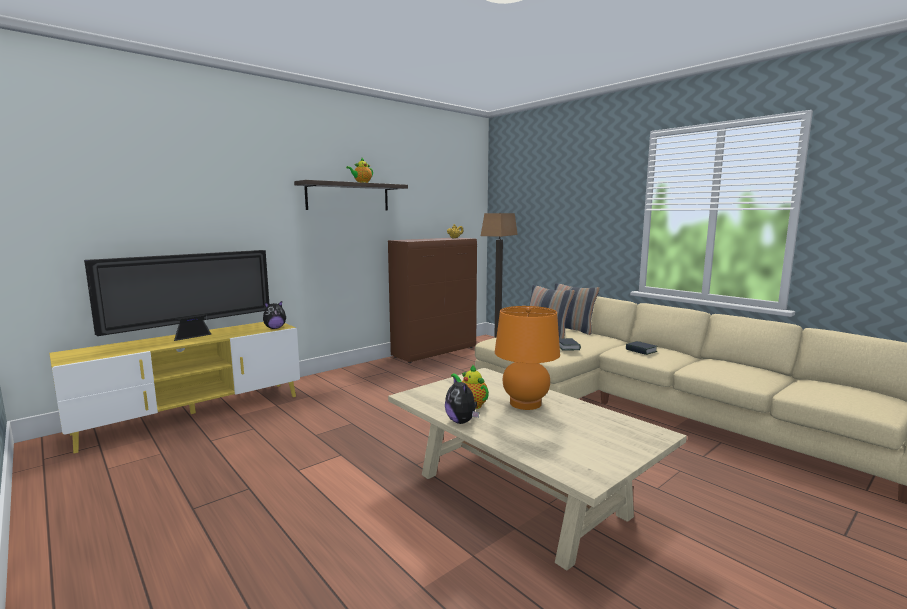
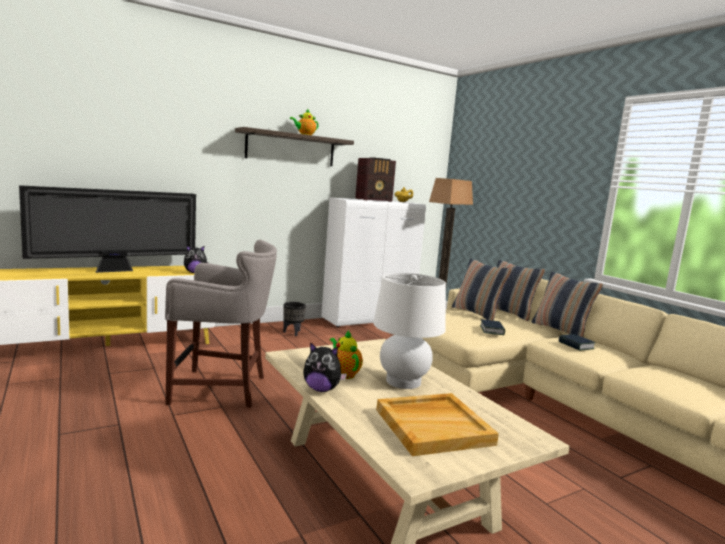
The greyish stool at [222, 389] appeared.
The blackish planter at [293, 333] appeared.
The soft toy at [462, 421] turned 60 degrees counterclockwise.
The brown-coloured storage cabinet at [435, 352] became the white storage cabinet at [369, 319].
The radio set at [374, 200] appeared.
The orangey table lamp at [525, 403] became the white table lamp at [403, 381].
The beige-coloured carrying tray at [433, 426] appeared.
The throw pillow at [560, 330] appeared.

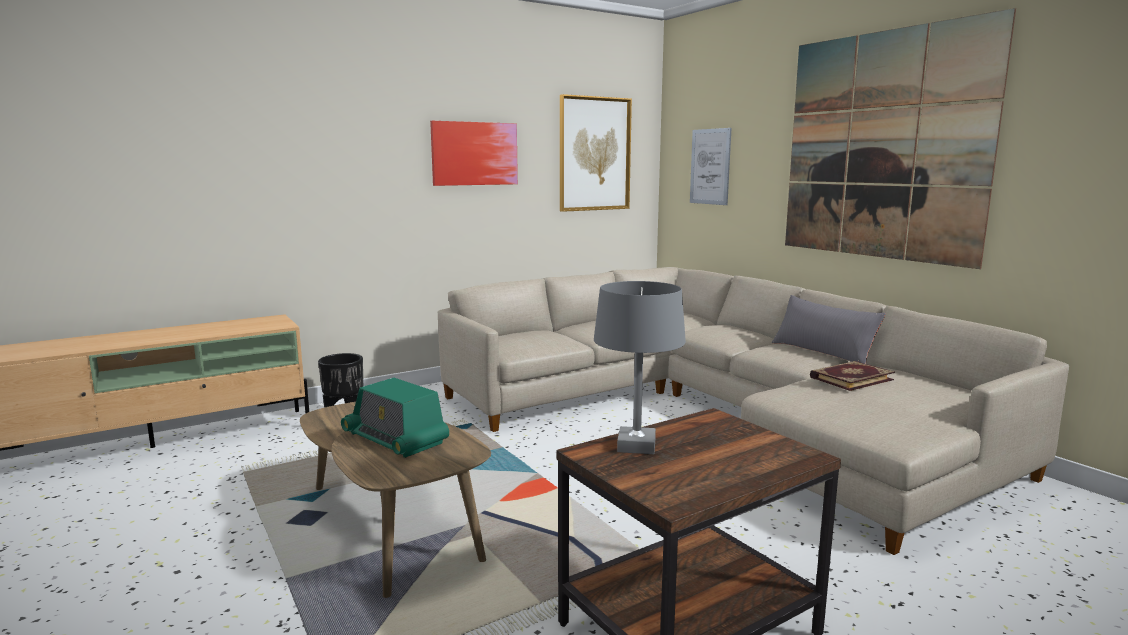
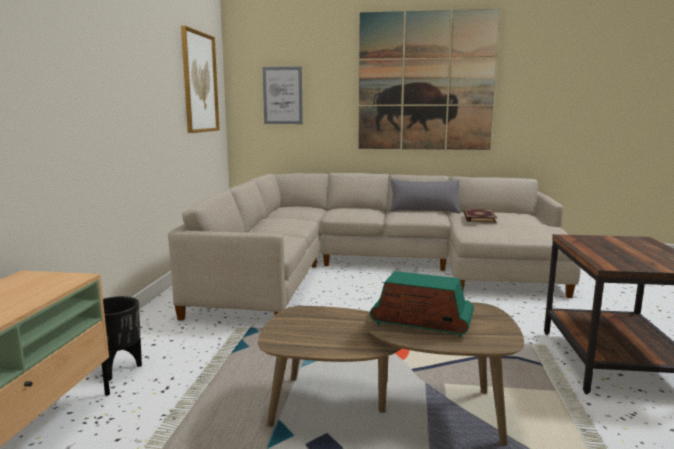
The radio set at [395, 439] turned 150 degrees counterclockwise.
The wall art at [474, 153] disappeared.
The greyish table lamp at [636, 446] disappeared.

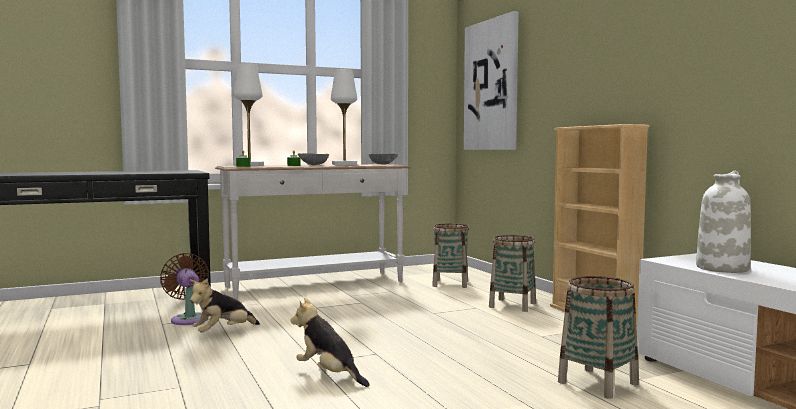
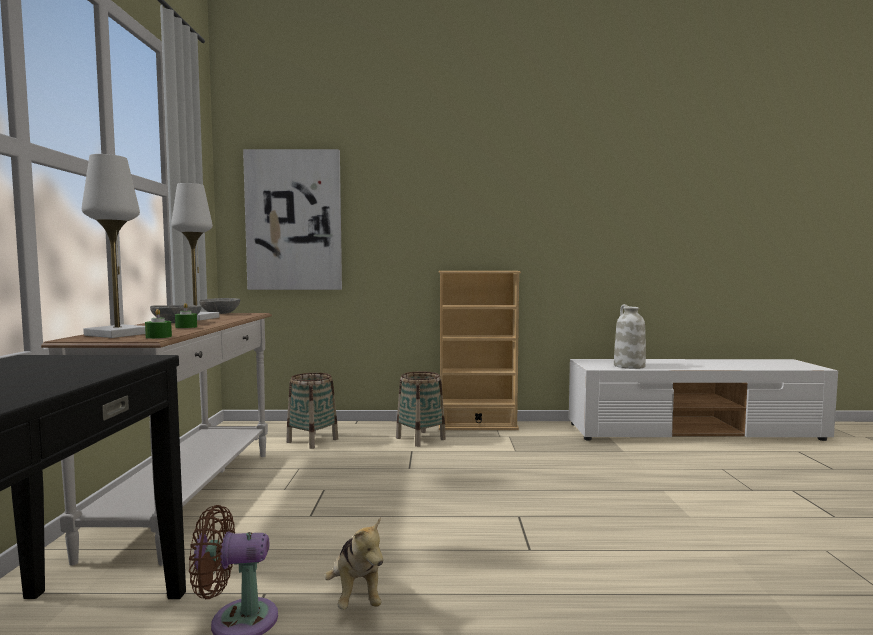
The soft toy at [329, 374] disappeared.
The storage basket at [598, 383] disappeared.

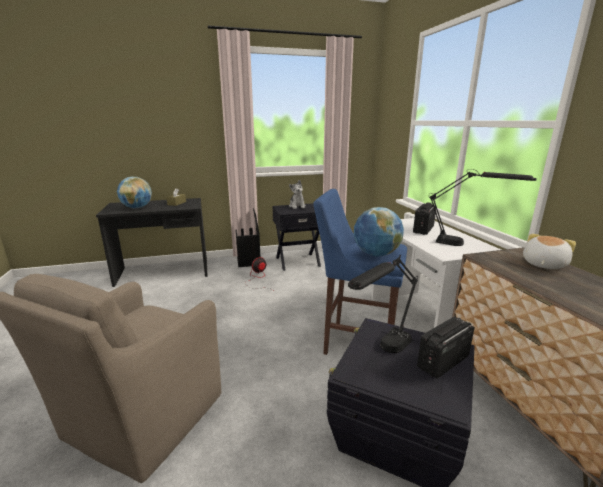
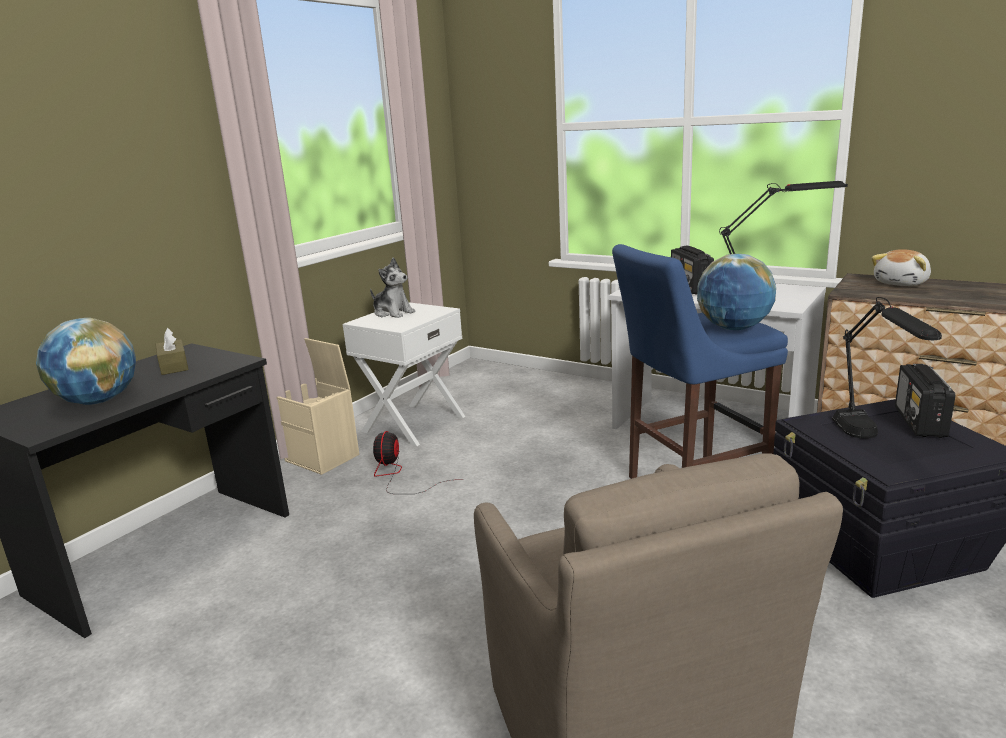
The blackish storage box at [249, 261] became the beige-coloured storage box at [324, 458].
The blackish night table at [297, 261] became the white night table at [413, 423].
The soft toy at [543, 264] turned 135 degrees counterclockwise.

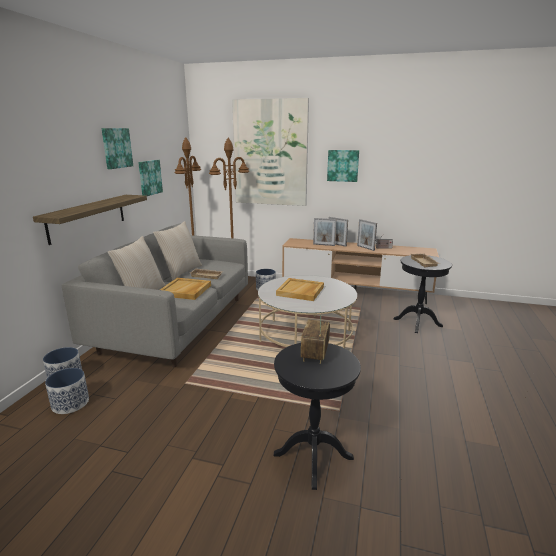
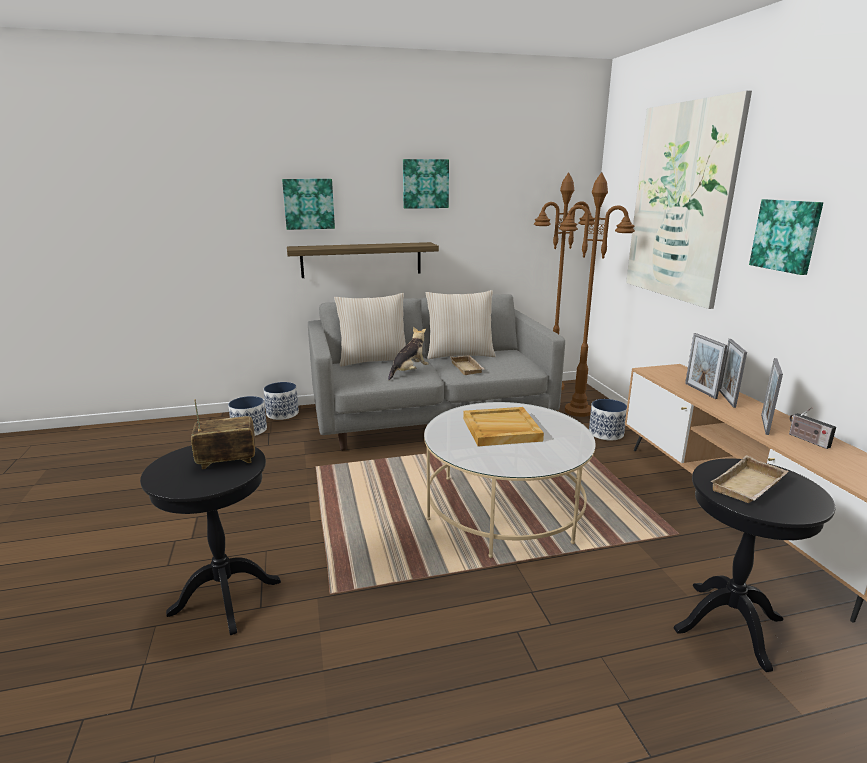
The wall art moved from [149, 177] to [308, 204].
The beige-coloured carrying tray at [185, 290] was replaced by the soft toy at [409, 372].

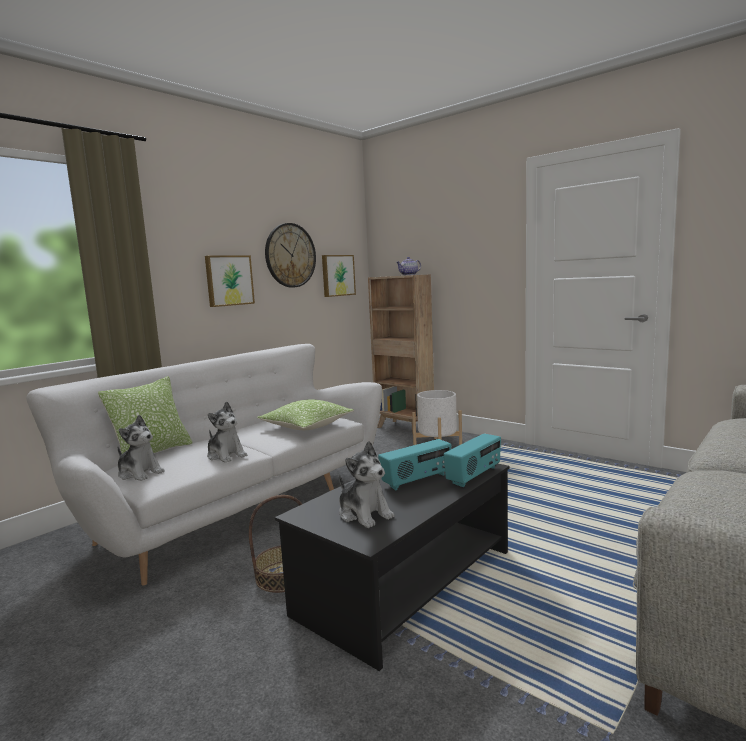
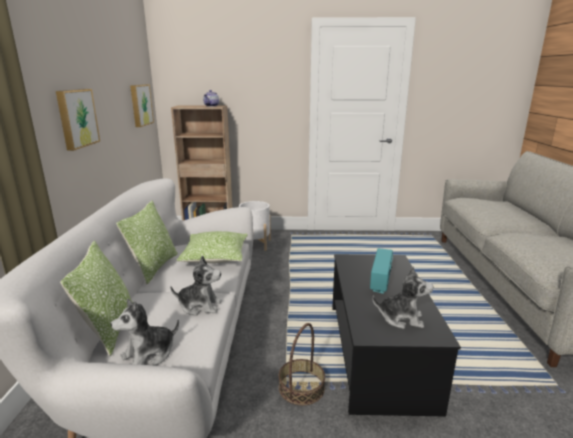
The soft toy at [140, 473] turned 150 degrees clockwise.
The throw pillow at [154, 267] appeared.
The hanging clock at [290, 255] disappeared.
The radio set at [474, 476] disappeared.

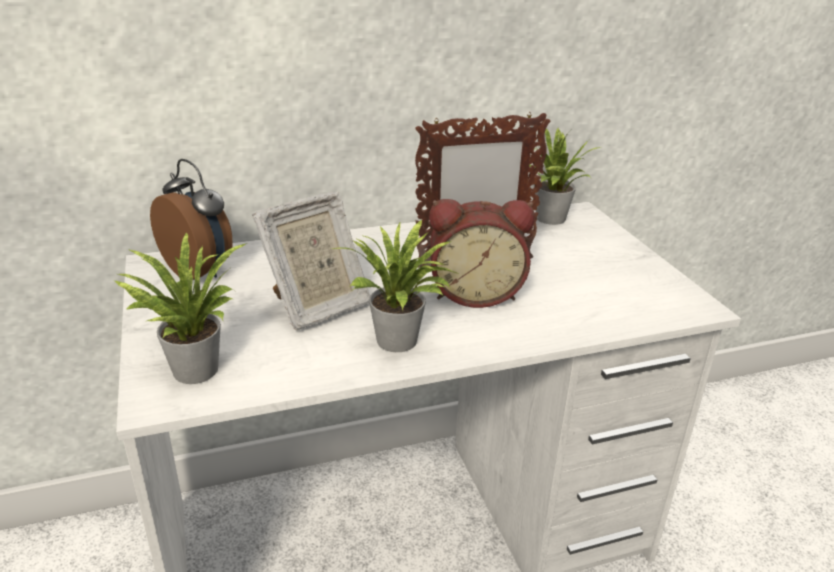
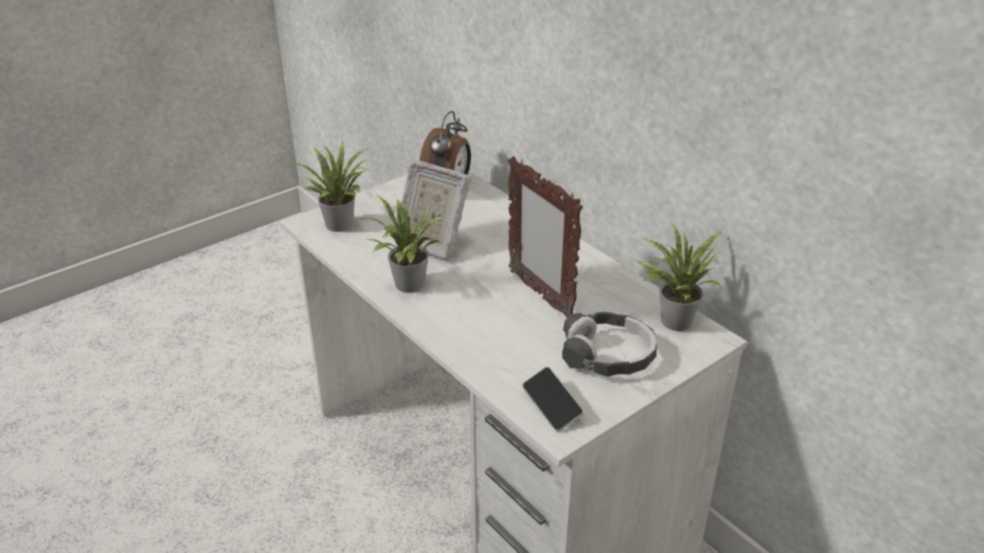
The phone at [552, 406] appeared.
The headphones at [608, 355] appeared.
The table clock at [474, 293] disappeared.

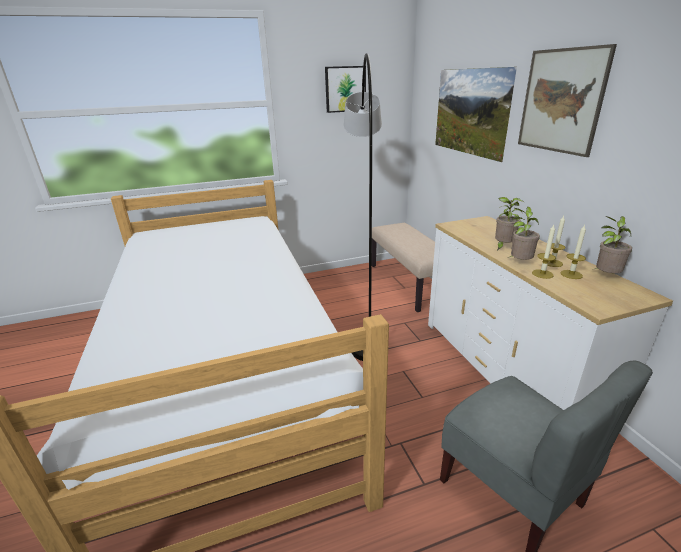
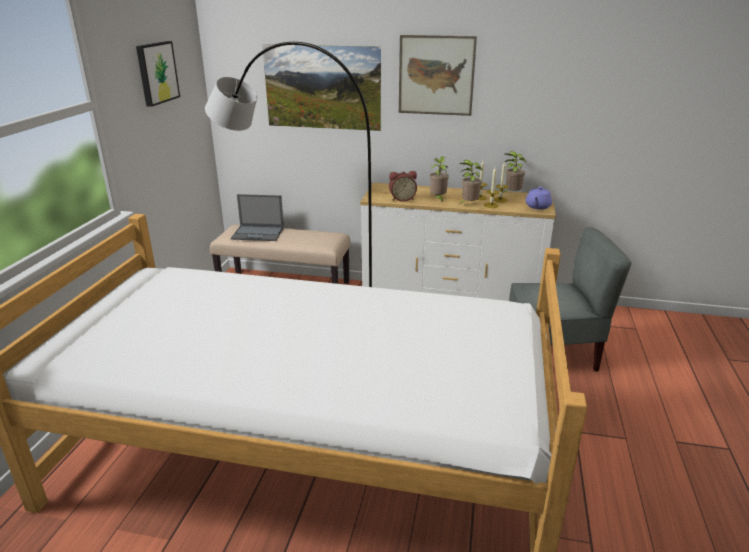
The laptop at [258, 233] appeared.
The table clock at [402, 199] appeared.
The purple tea pot at [537, 207] appeared.

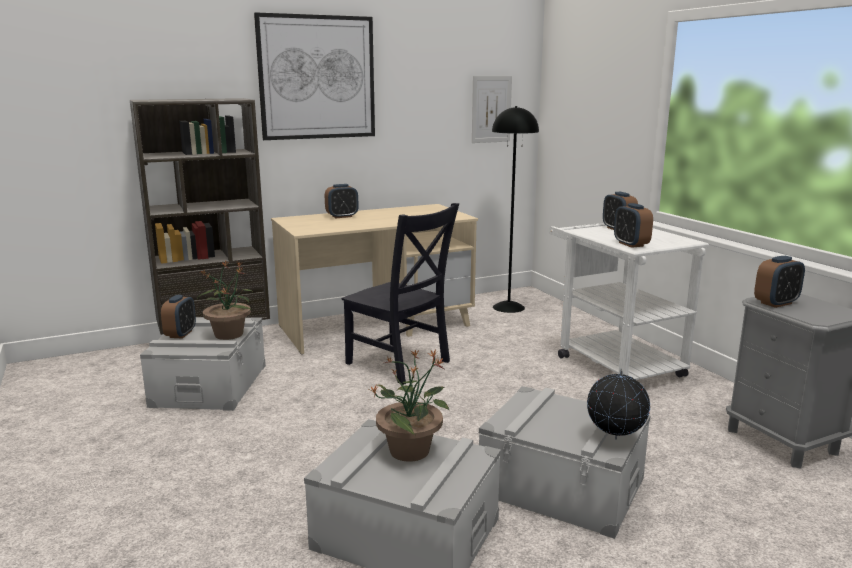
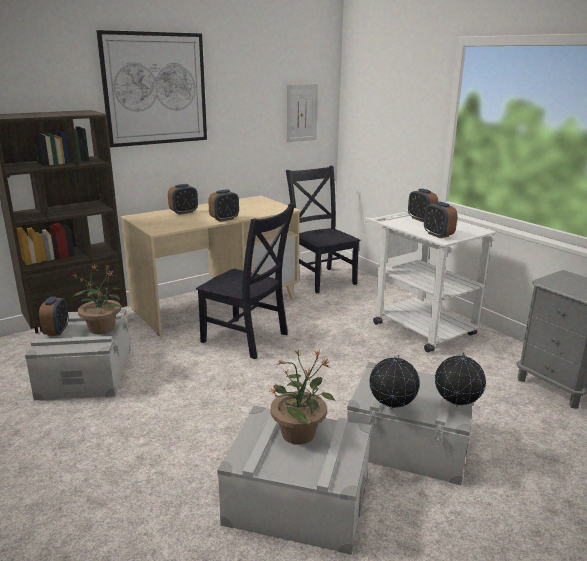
The table clock moved from [776, 303] to [224, 219].
The blackish floor lamp at [508, 307] was replaced by the blackish upright chair at [321, 279].
The world globe at [392, 409] appeared.

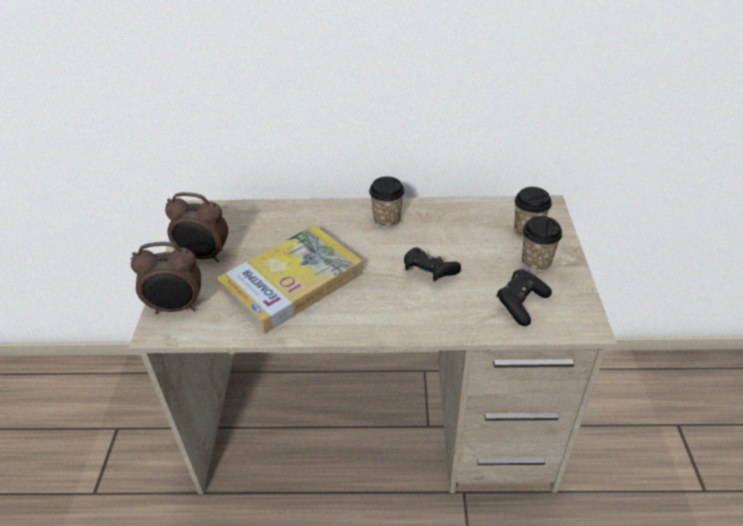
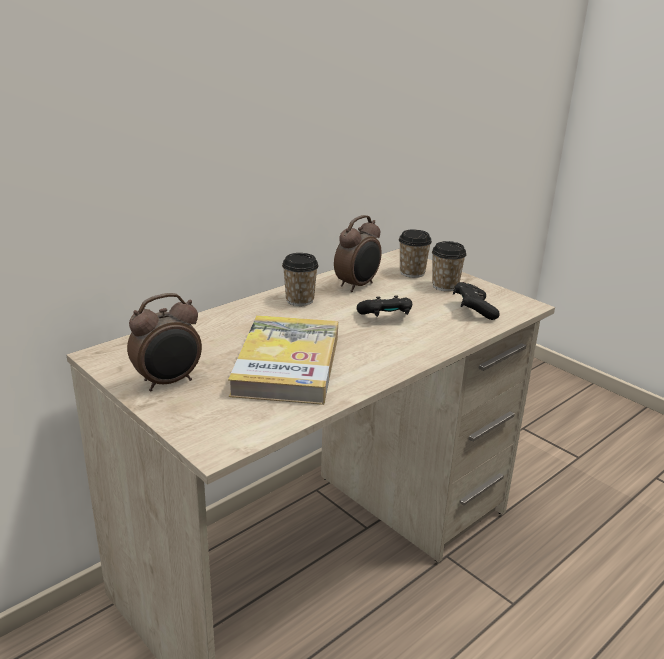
The table clock moved from [177, 307] to [357, 286].

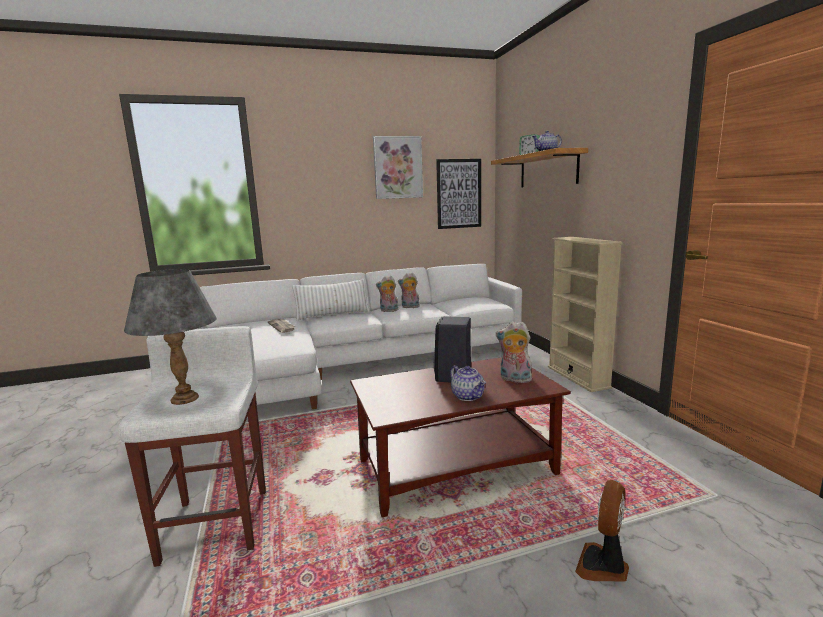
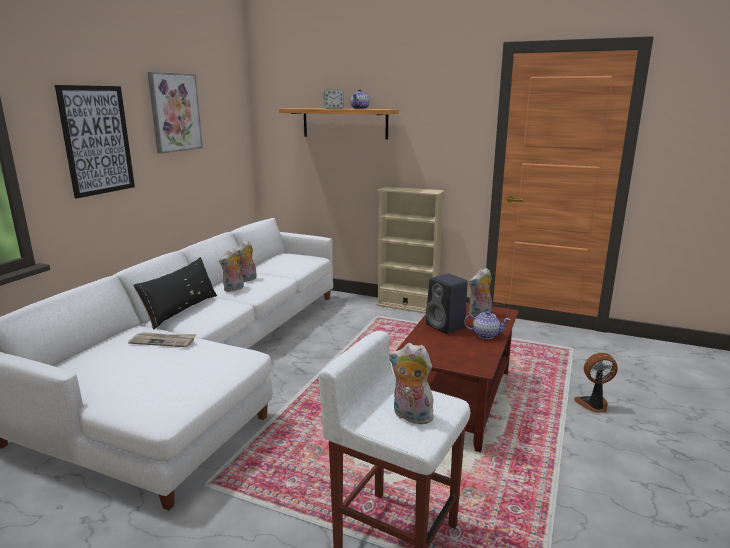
The wall art moved from [459, 194] to [97, 140].
The white throw pillow at [333, 315] became the blackish throw pillow at [181, 310].
The greyish table lamp at [185, 399] was replaced by the soft toy at [410, 416].
The fan at [603, 566] turned 105 degrees clockwise.

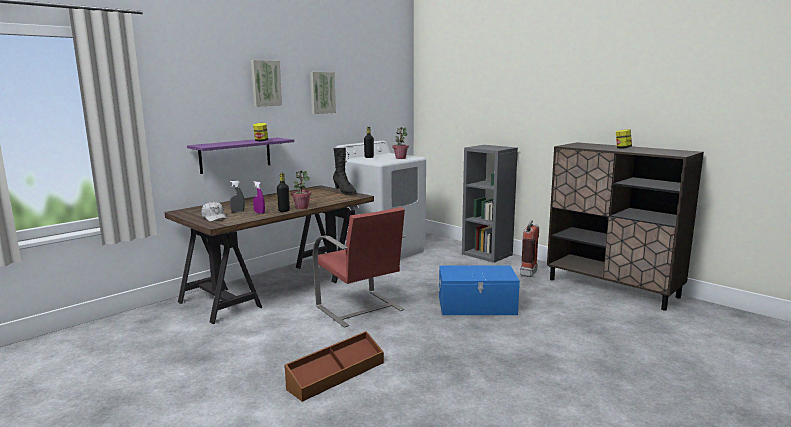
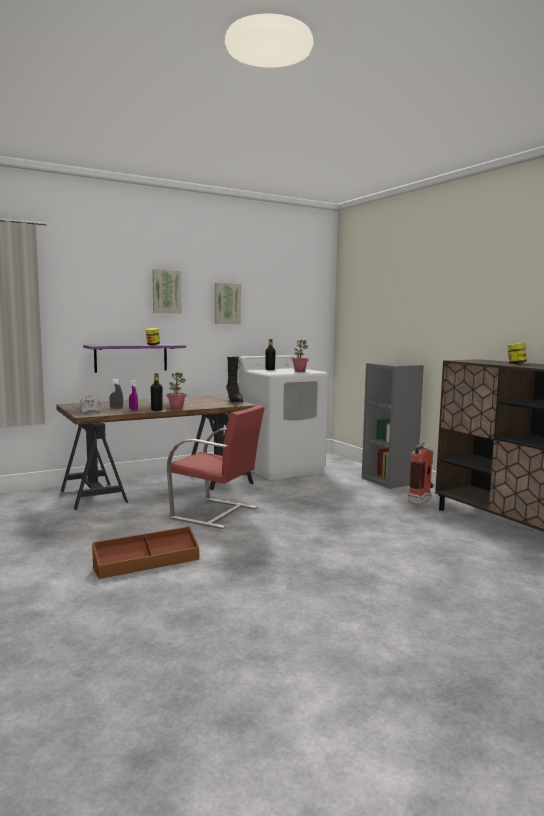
The red-coloured upright chair at [360, 309] turned 45 degrees counterclockwise.
The blue-coloured storage box at [477, 306] disappeared.

